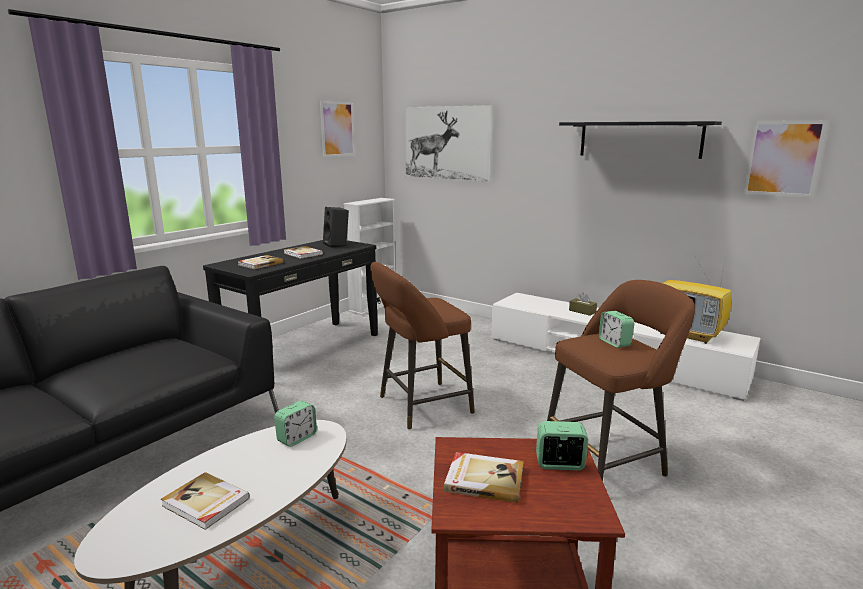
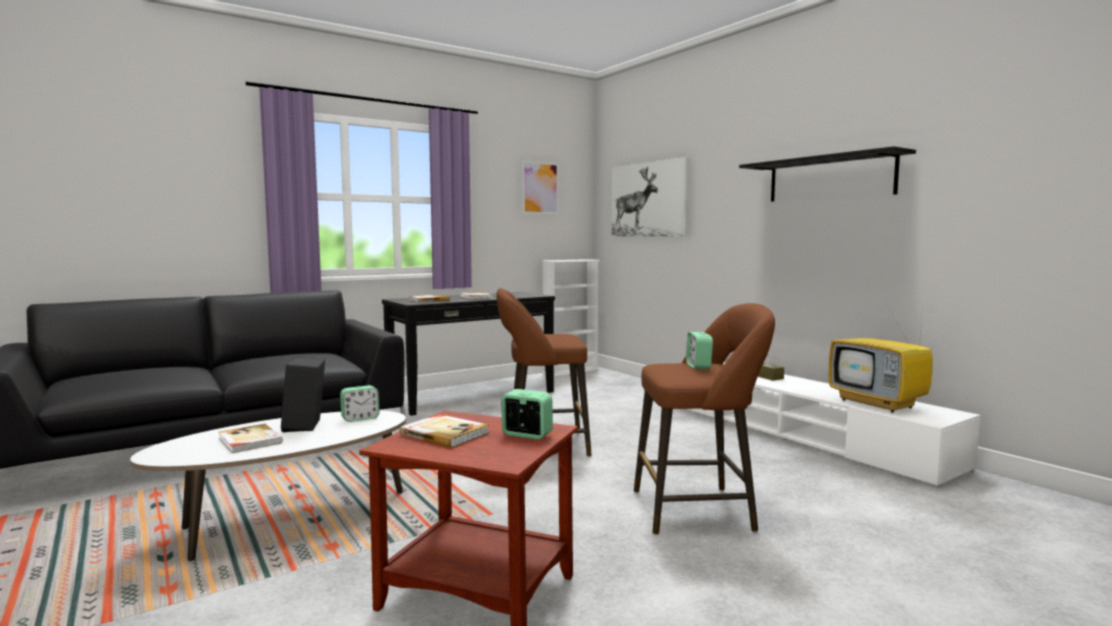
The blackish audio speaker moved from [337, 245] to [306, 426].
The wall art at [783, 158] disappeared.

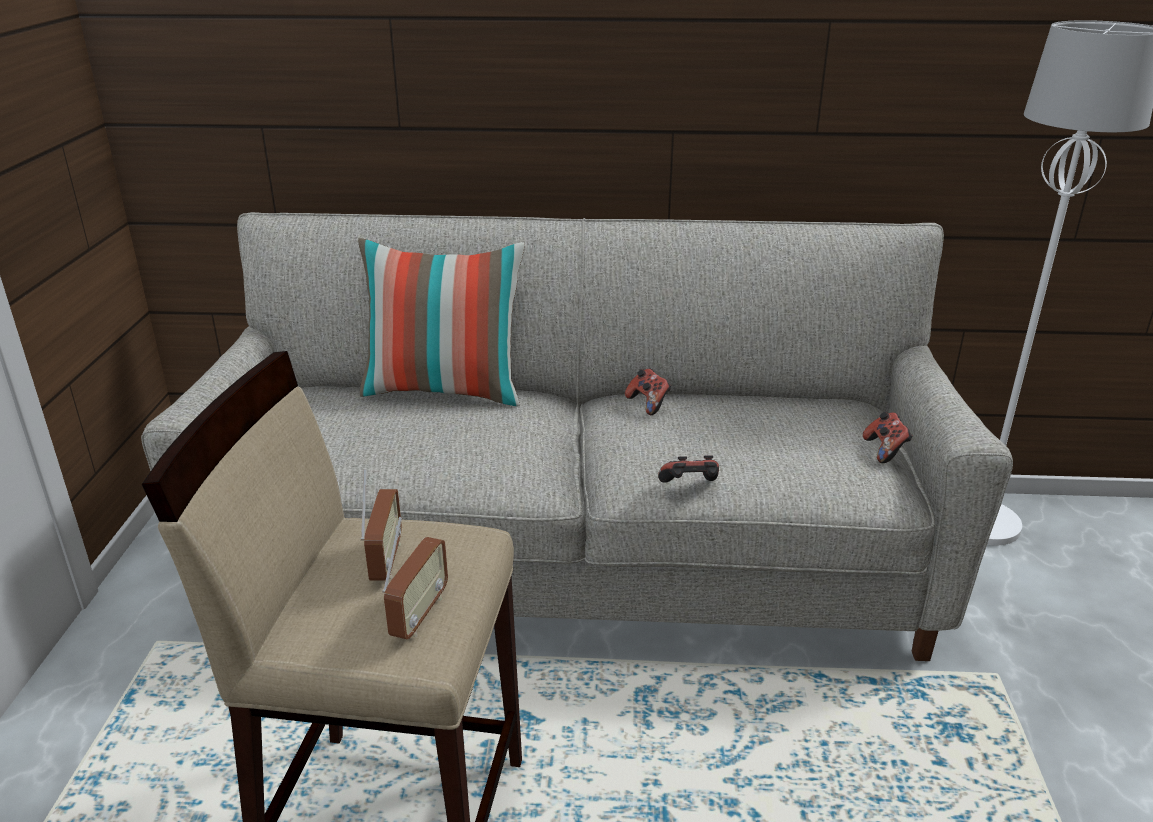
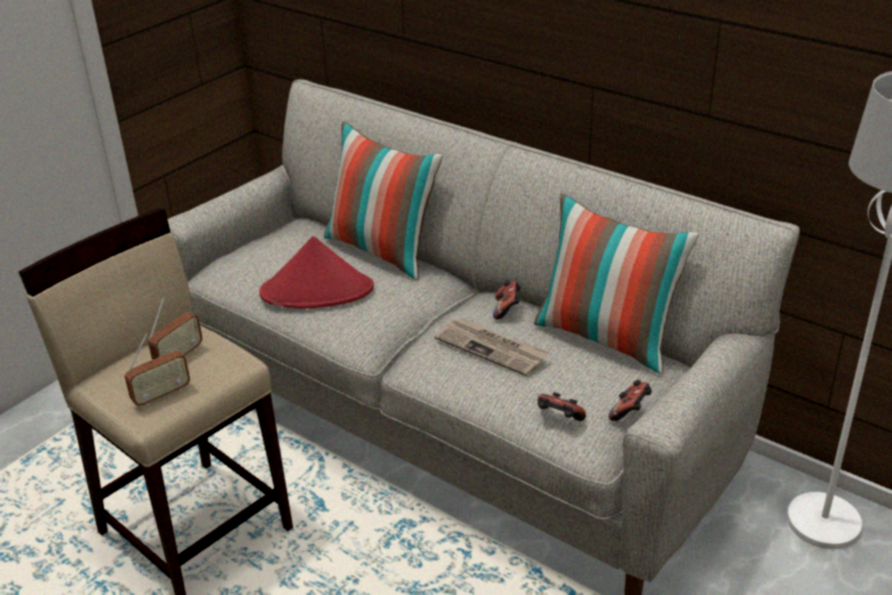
The red-coloured clothing hat at [317, 291] appeared.
The newspaper at [492, 349] appeared.
The throw pillow at [607, 338] appeared.
The joypad moved from [690, 487] to [558, 419].

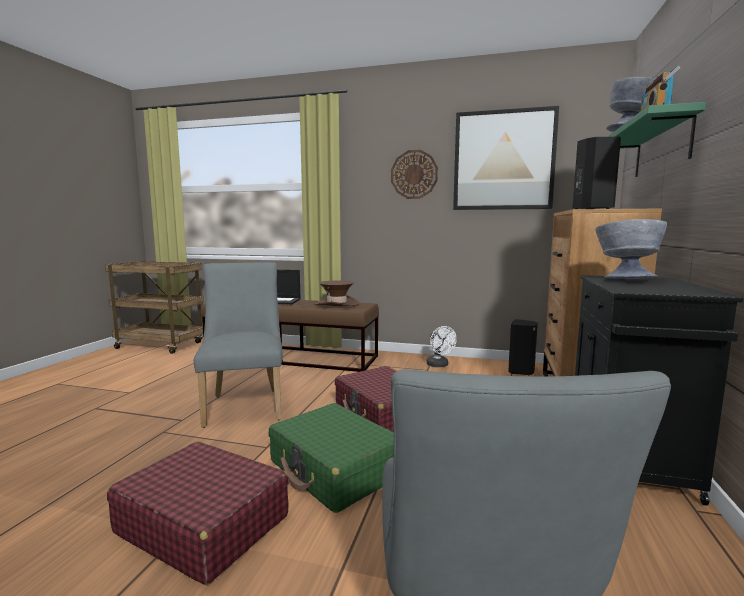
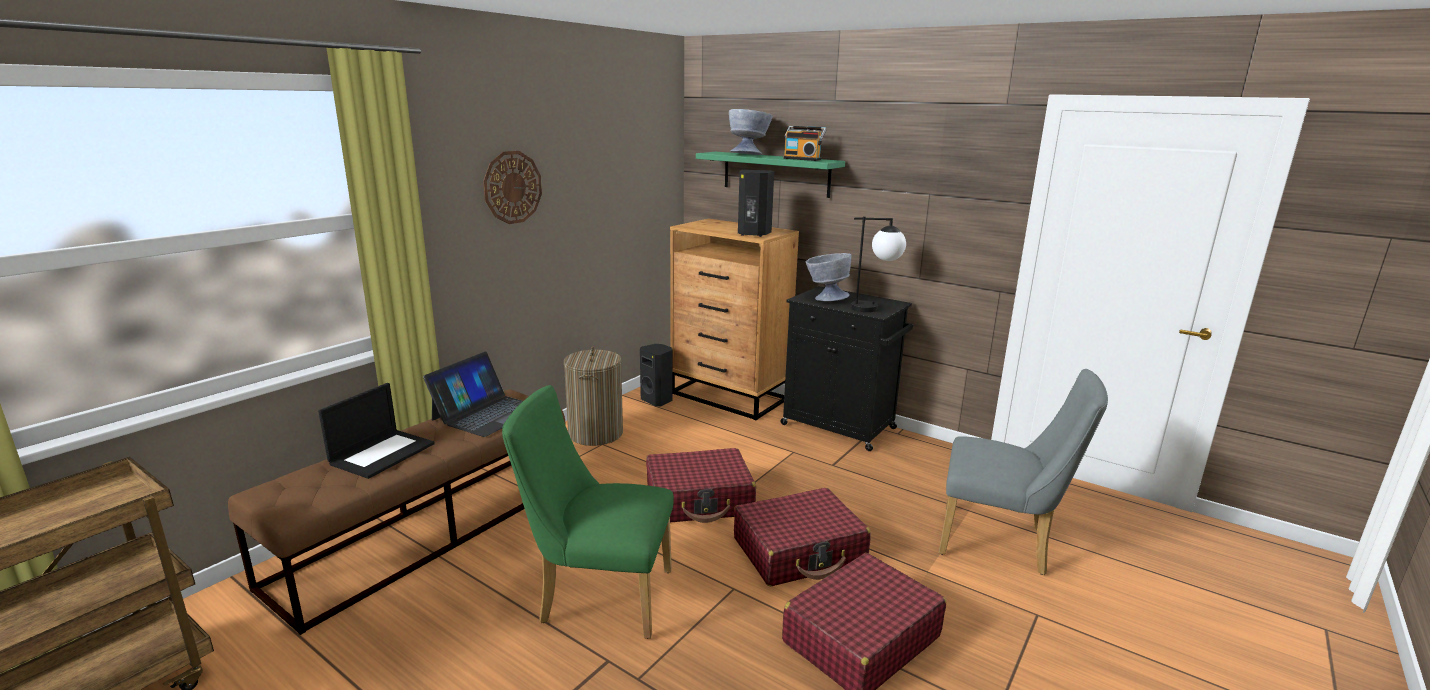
The brown-coloured clothing hat at [336, 304] was replaced by the laptop at [486, 413].
The greyish upright chair at [245, 404] became the green upright chair at [597, 596].
The white fan at [439, 365] was replaced by the hamper at [595, 433].
The green travel case at [335, 469] became the red-coloured travel case at [799, 551].
The table lamp at [874, 308] appeared.
The wall art at [503, 160] disappeared.

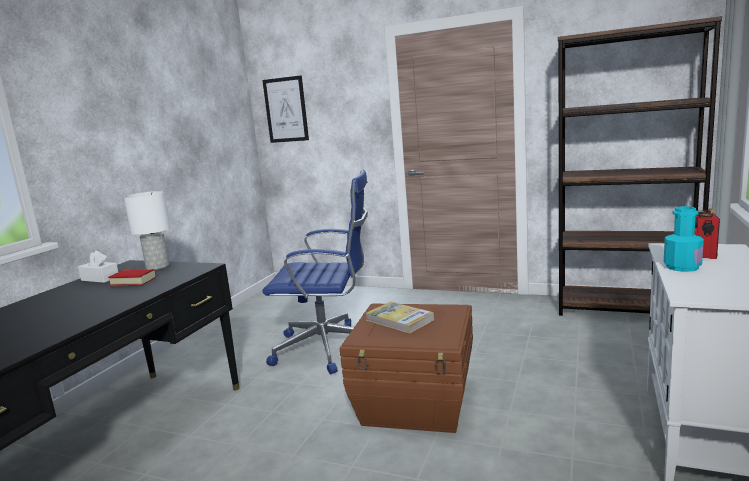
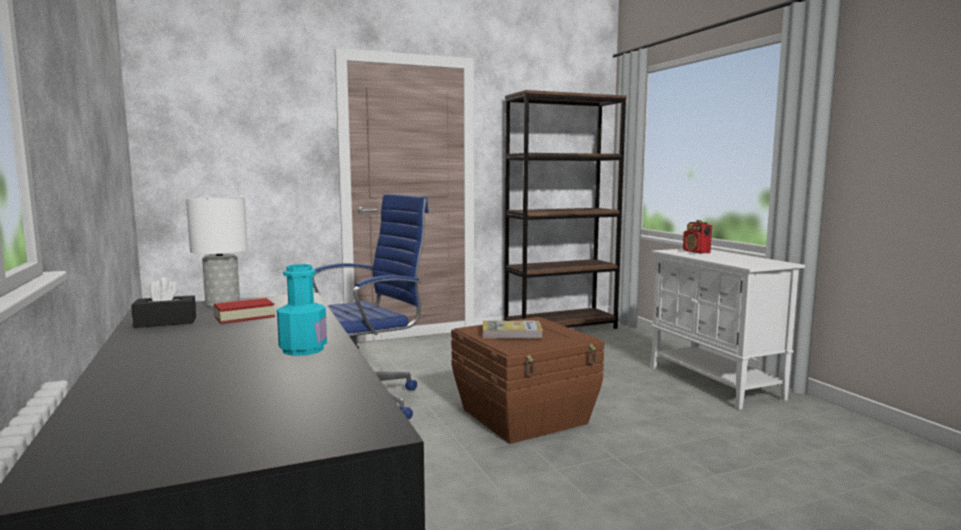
The white tissue box at [100, 278] became the blackish tissue box at [166, 322].
The blue-green beverage bottle moved from [682, 267] to [303, 349].
The wall art at [286, 110] disappeared.

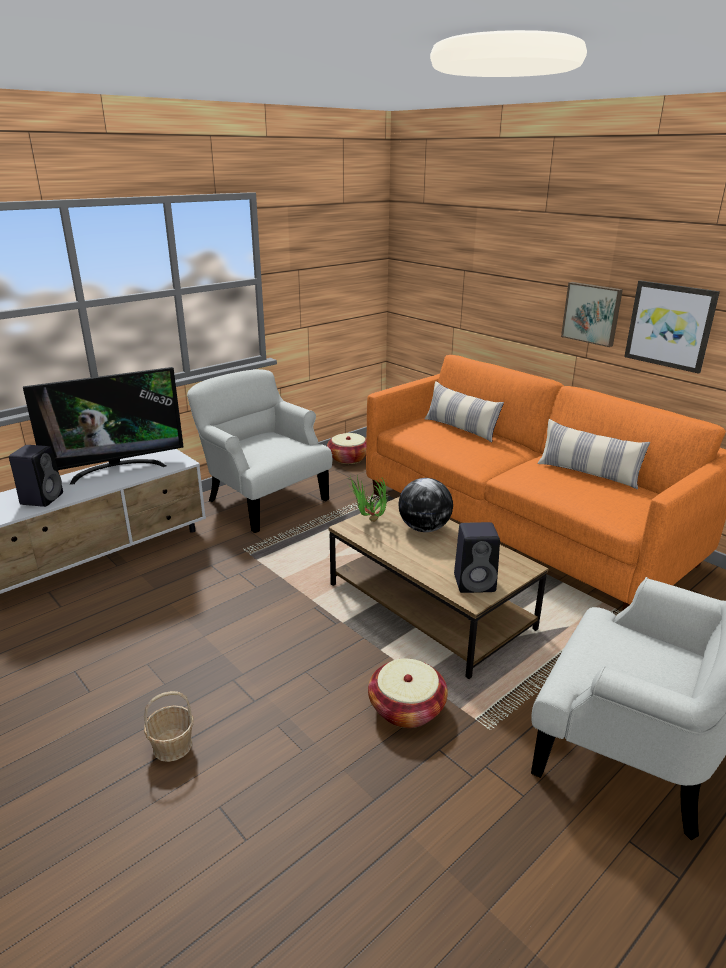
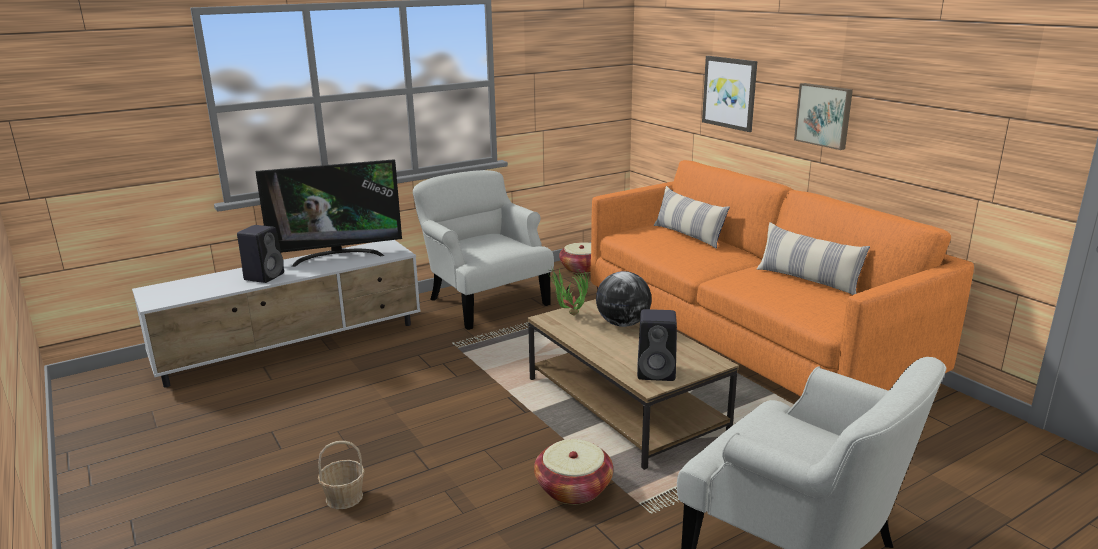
The wall art moved from [670, 325] to [730, 93].

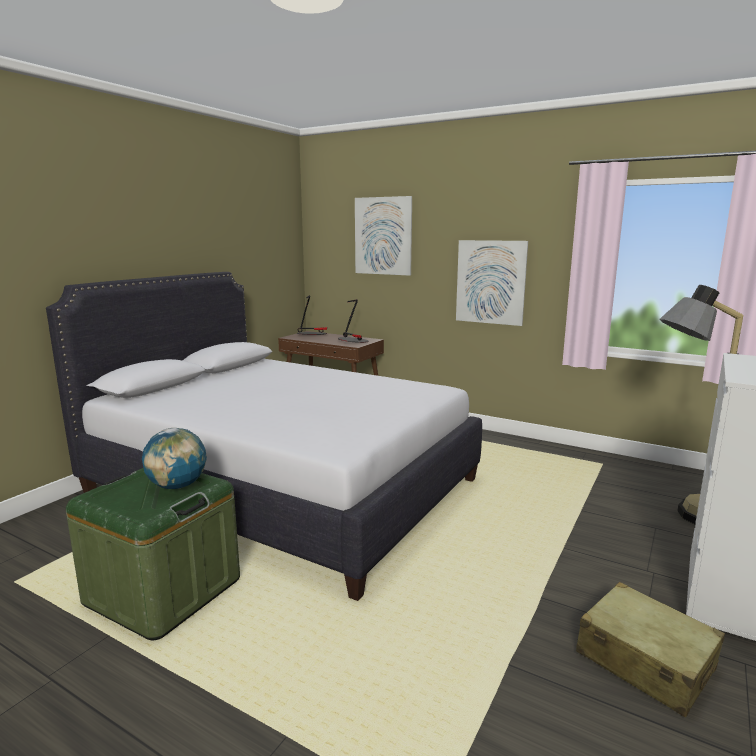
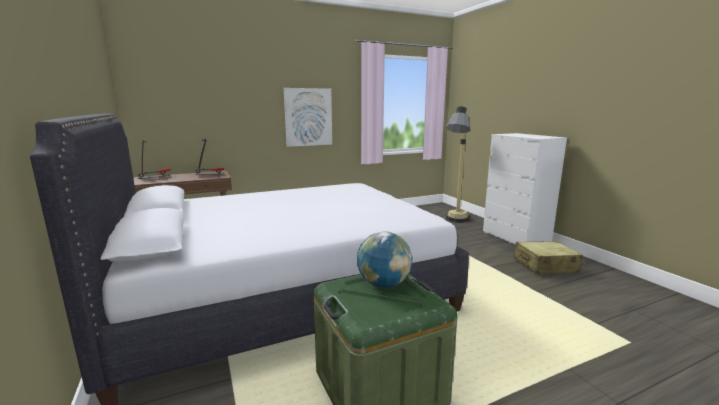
The wall art at [383, 236] disappeared.

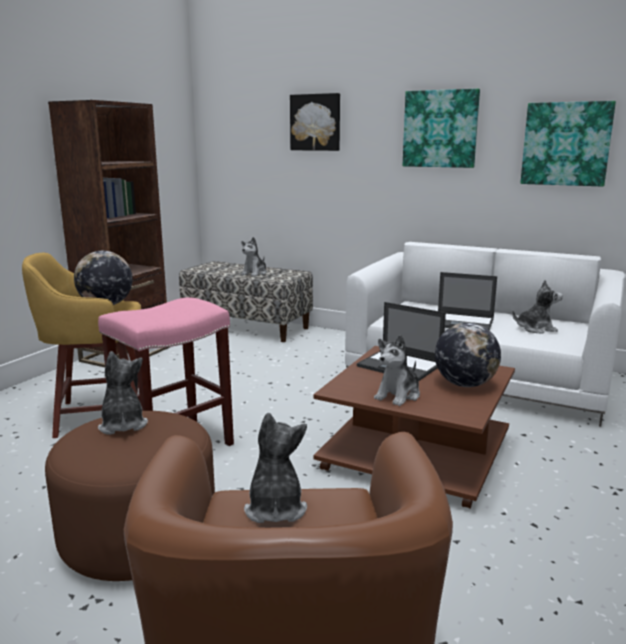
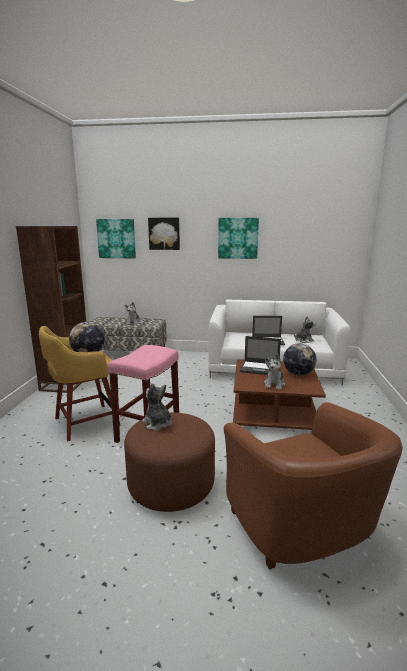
The wall art moved from [566, 144] to [116, 238].
The soft toy at [275, 508] disappeared.

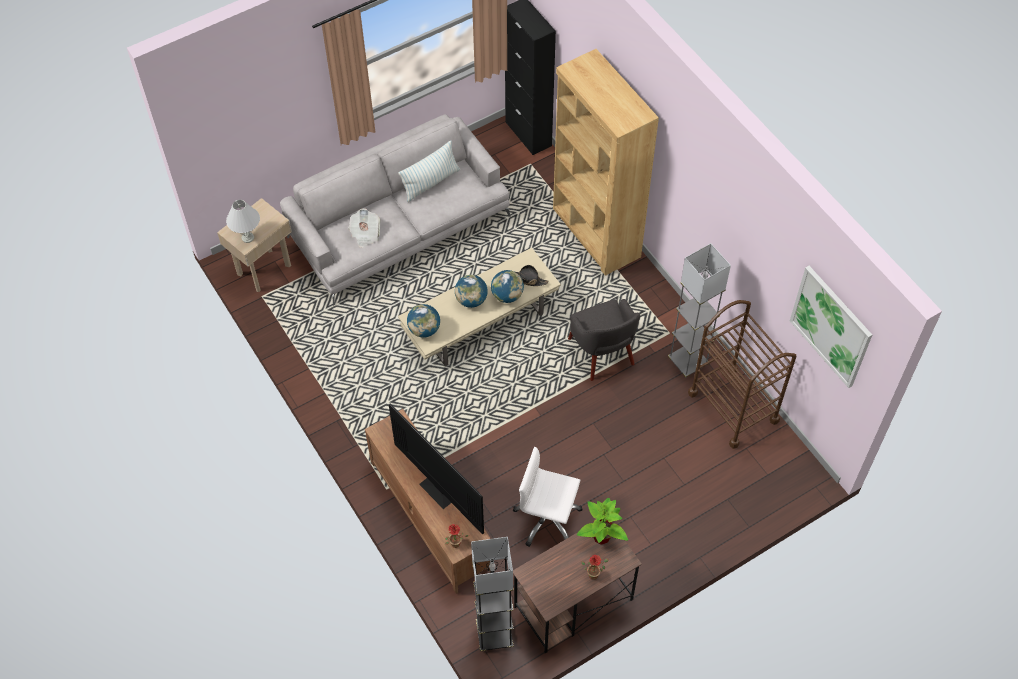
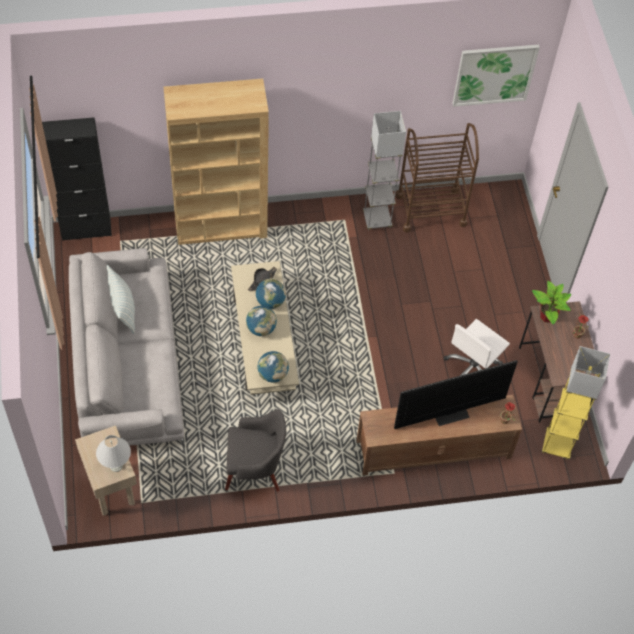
The greyish easy chair moved from [602, 352] to [254, 469].
The greyish floor lamp at [494, 635] became the yellow-coloured floor lamp at [557, 445].
The newspaper at [365, 234] disappeared.

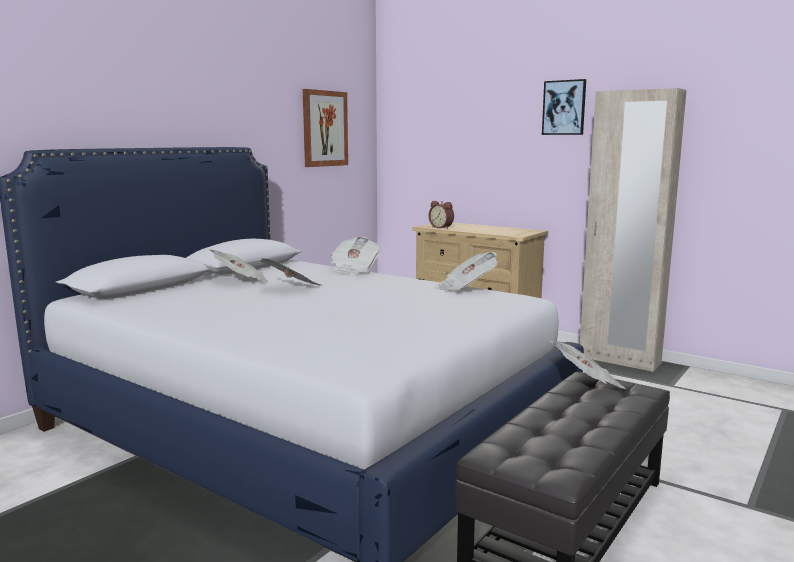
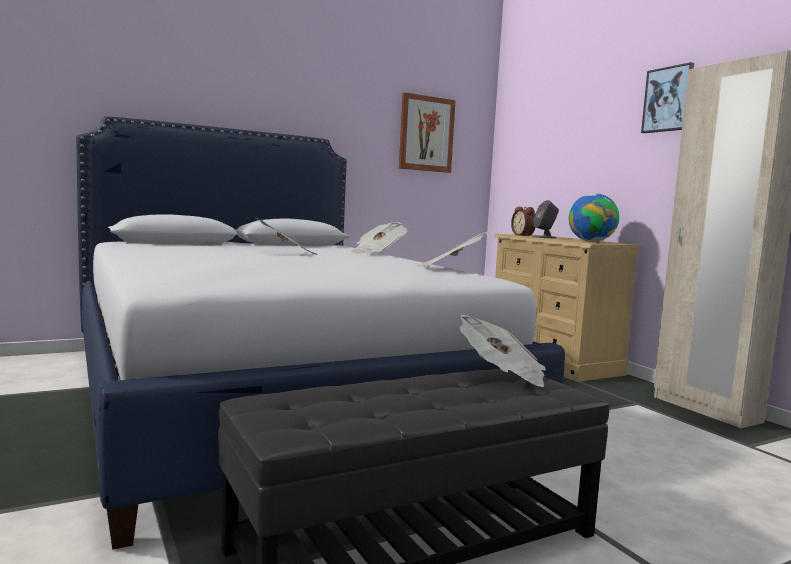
The greyish audio speaker at [544, 237] appeared.
The world globe at [591, 241] appeared.
The newspaper at [241, 281] disappeared.

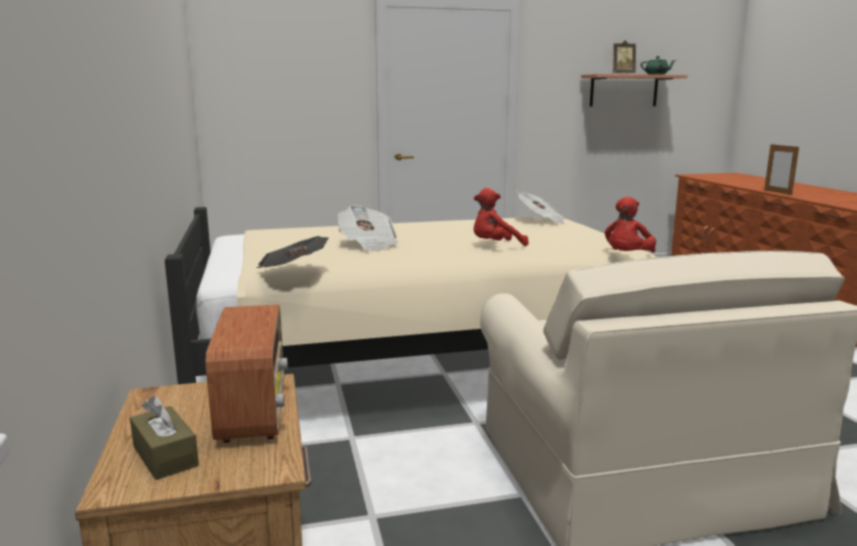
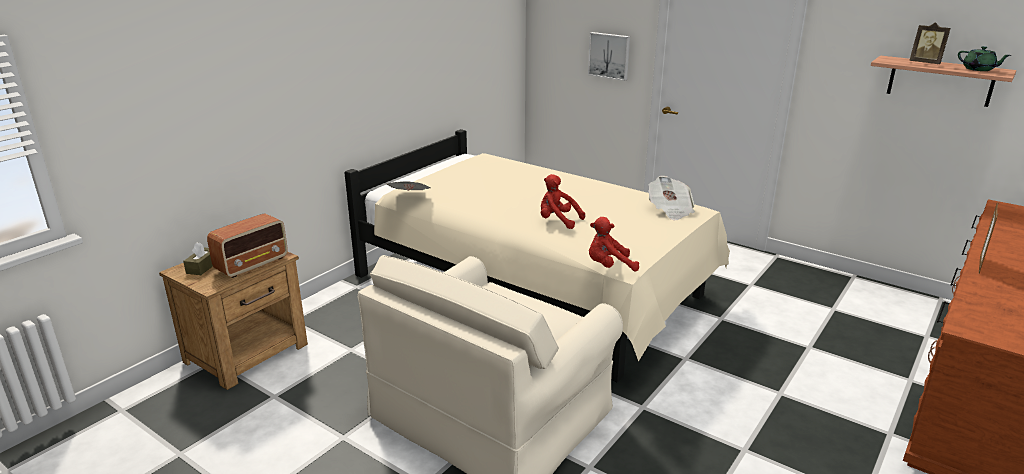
The wall art at [609, 55] appeared.
The newspaper at [368, 245] disappeared.

